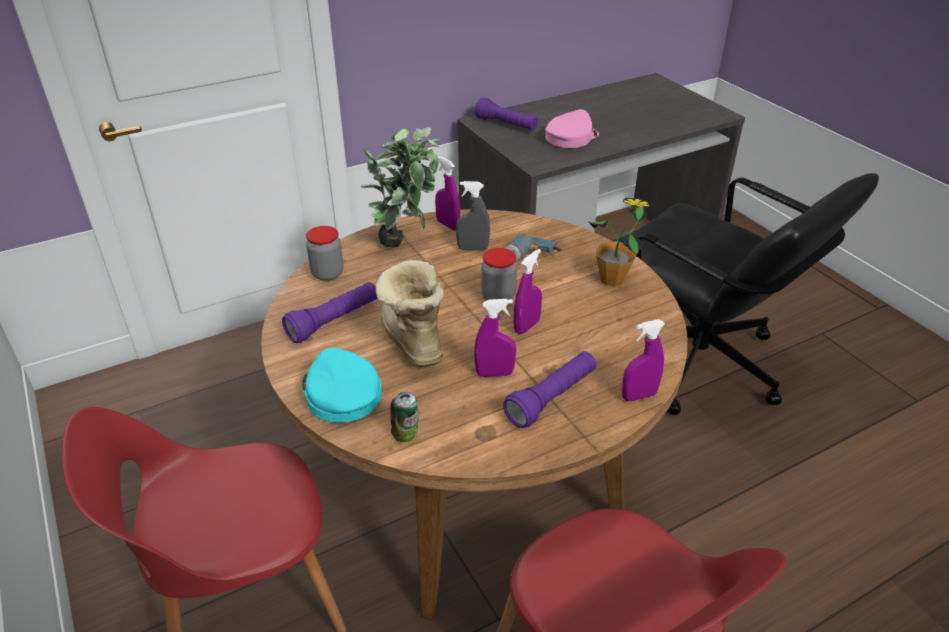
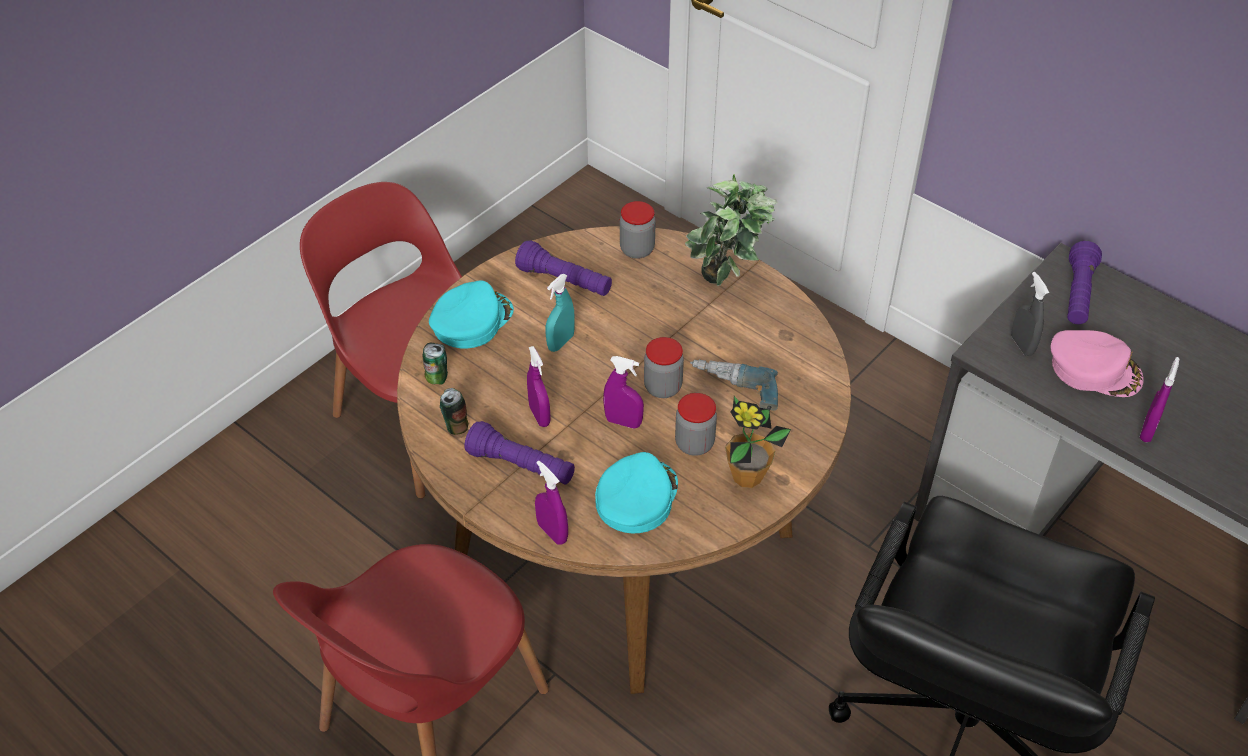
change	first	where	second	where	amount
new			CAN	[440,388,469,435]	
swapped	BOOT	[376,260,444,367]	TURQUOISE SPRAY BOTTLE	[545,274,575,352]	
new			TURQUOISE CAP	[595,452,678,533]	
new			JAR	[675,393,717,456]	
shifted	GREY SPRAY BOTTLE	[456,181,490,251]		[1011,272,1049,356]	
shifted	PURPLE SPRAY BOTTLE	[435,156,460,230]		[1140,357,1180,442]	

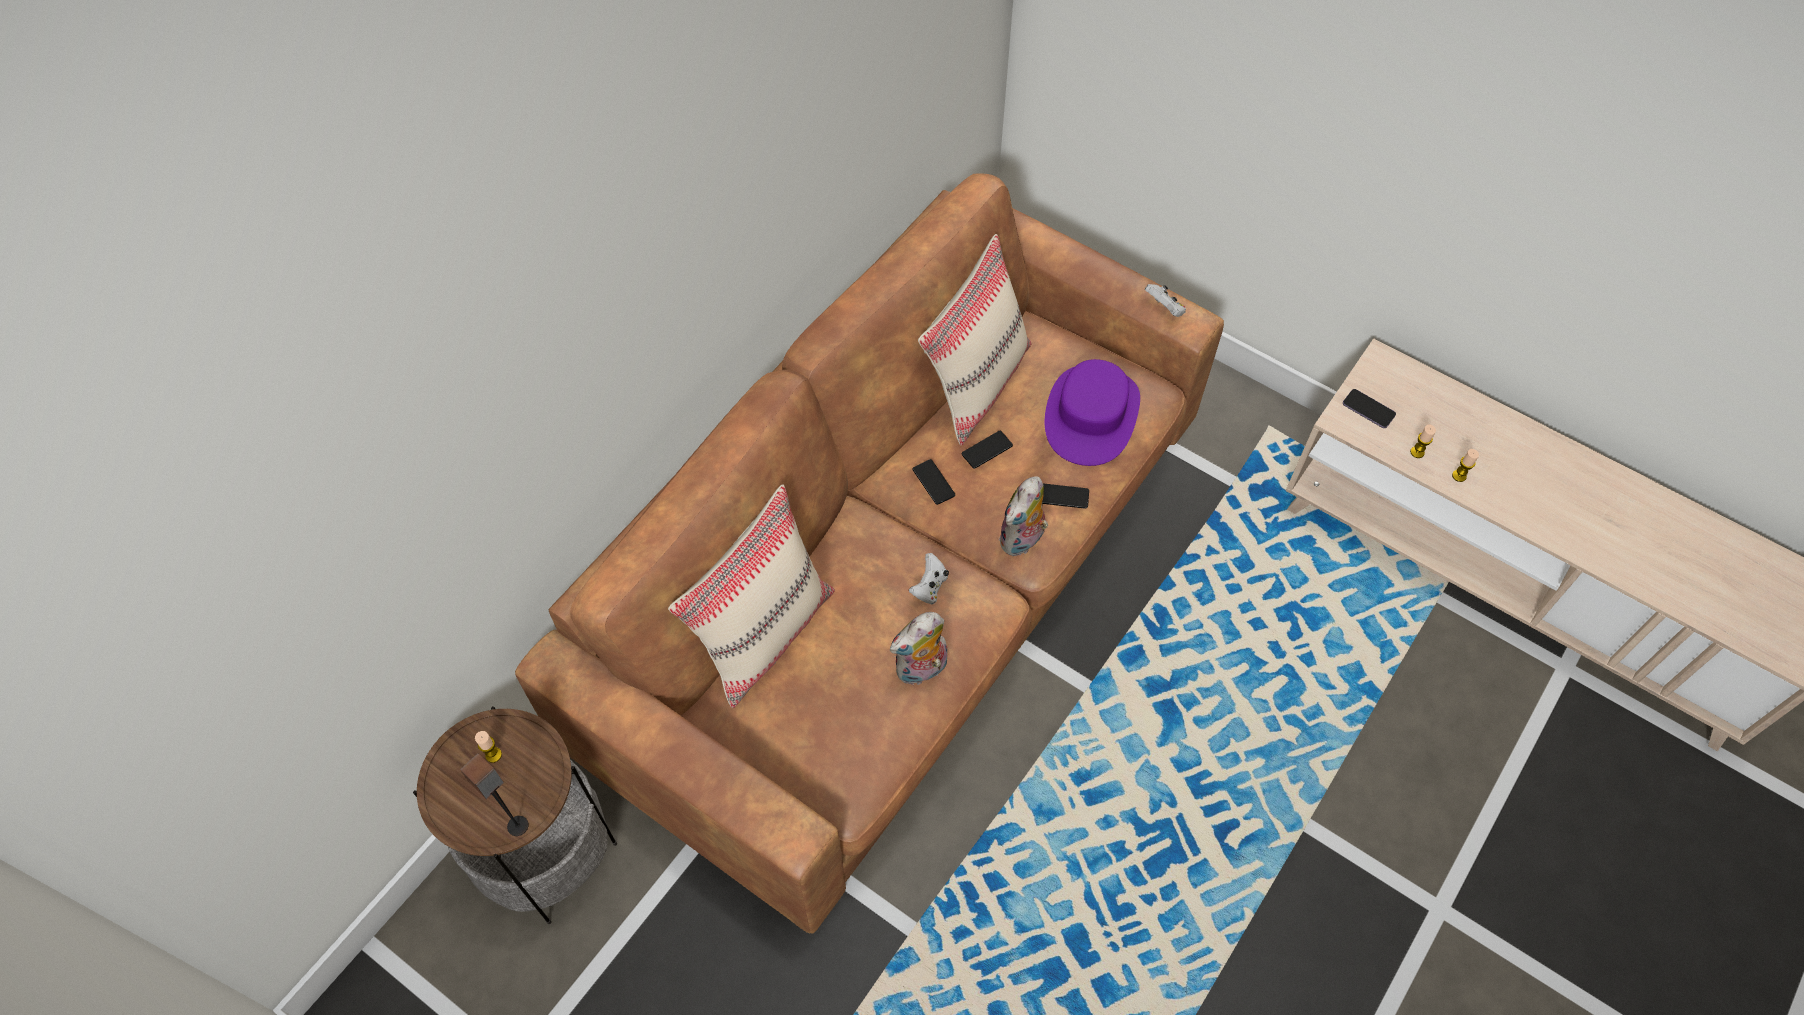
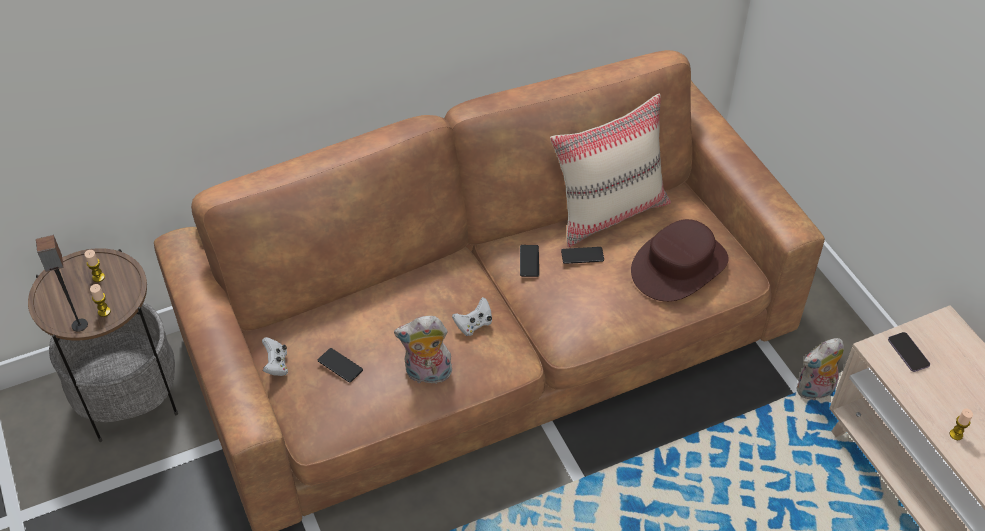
change	first	where	second	where	amount
shifted	CANDLE	[1410,425,1436,458]		[90,284,111,317]	
shifted	WHITE GAME CONTROLLER	[1145,284,1186,317]		[262,337,288,376]	
shifted	PHONE	[1043,483,1089,509]		[318,348,363,383]	
repainted	PURPLE HAT	[1045,359,1140,466]	BROWN HAT	[631,219,729,302]	
shifted	PLUSH TOY	[999,476,1048,556]		[797,338,844,400]	
gone	BEIGE PILLOW	[668,484,835,708]			

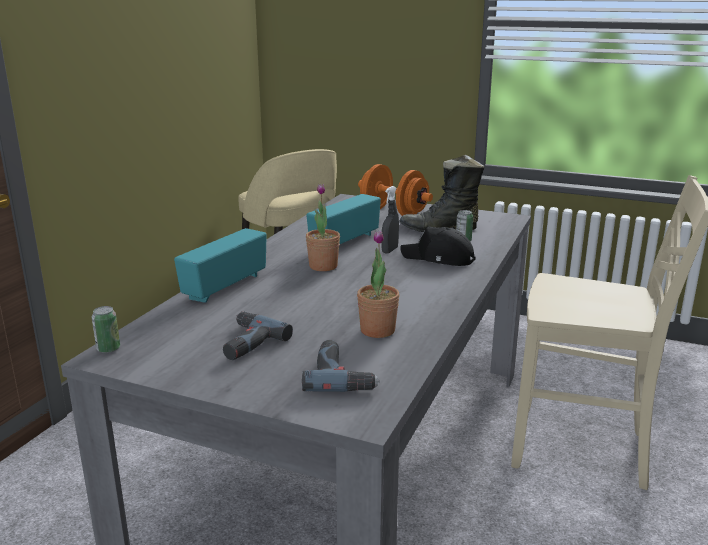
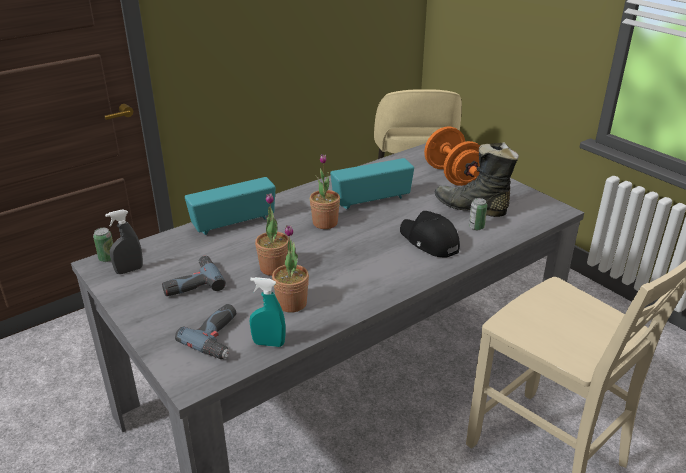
change	first	where	second	where	amount
shifted	GREY SPRAY BOTTLE	[381,186,399,254]		[105,209,143,274]	
new			TURQUOISE SPRAY BOTTLE	[250,277,286,347]	
new			POTTED PLANT	[255,193,289,276]	

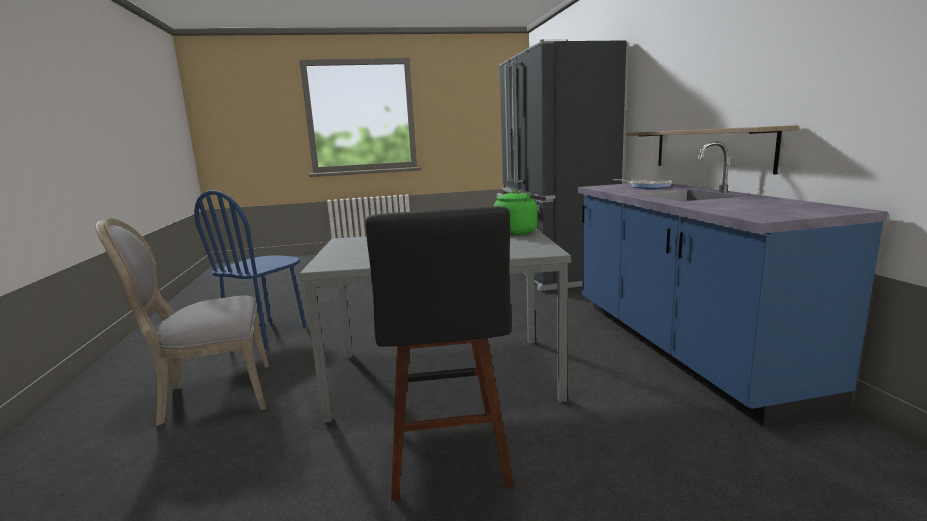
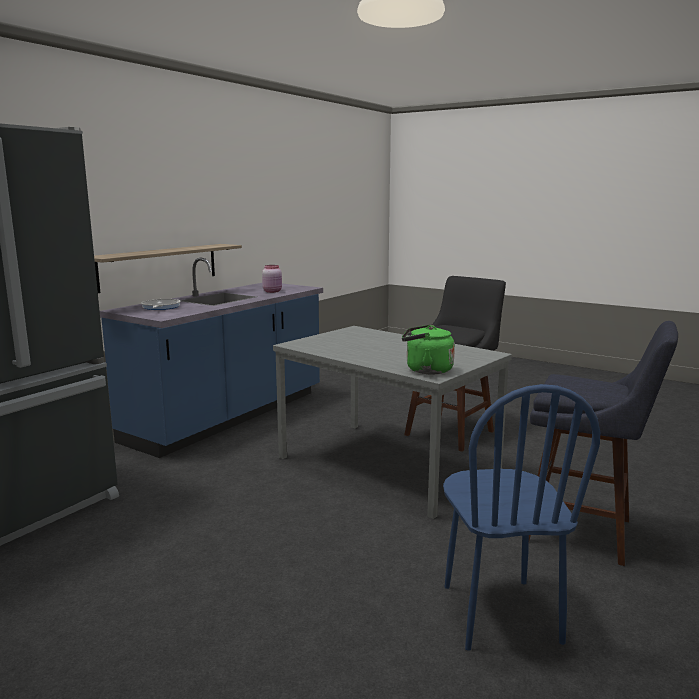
change	first	where	second	where	amount
new			PINK JAR	[262,265,282,293]	
shifted	GREEN KETTLE	[493,190,546,235]		[402,324,455,374]	
rotated	BLUE CHAIR	[194,190,306,349]		[443,384,600,651]	105 degrees clockwise
swapped	GREY CHAIR	[95,218,269,426]	BLUE STOOL	[529,321,678,566]	

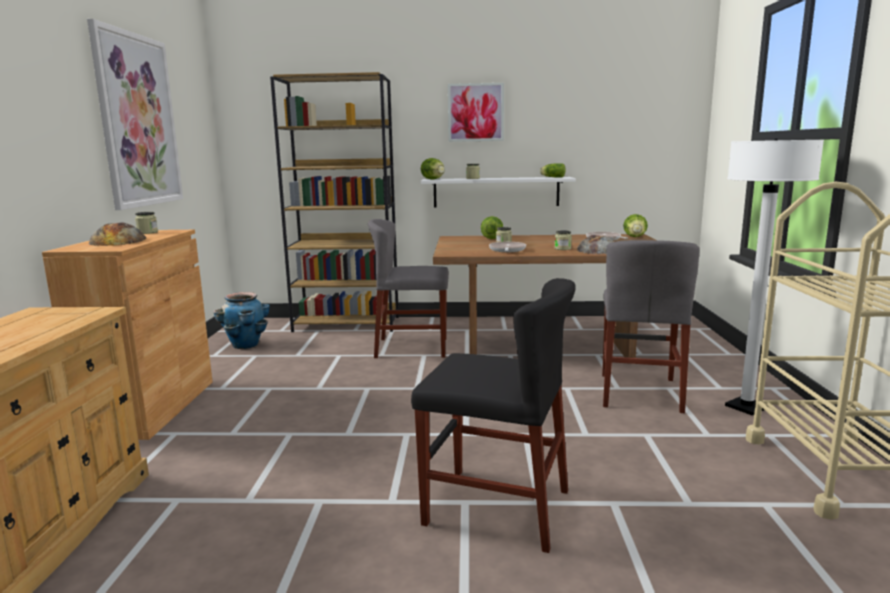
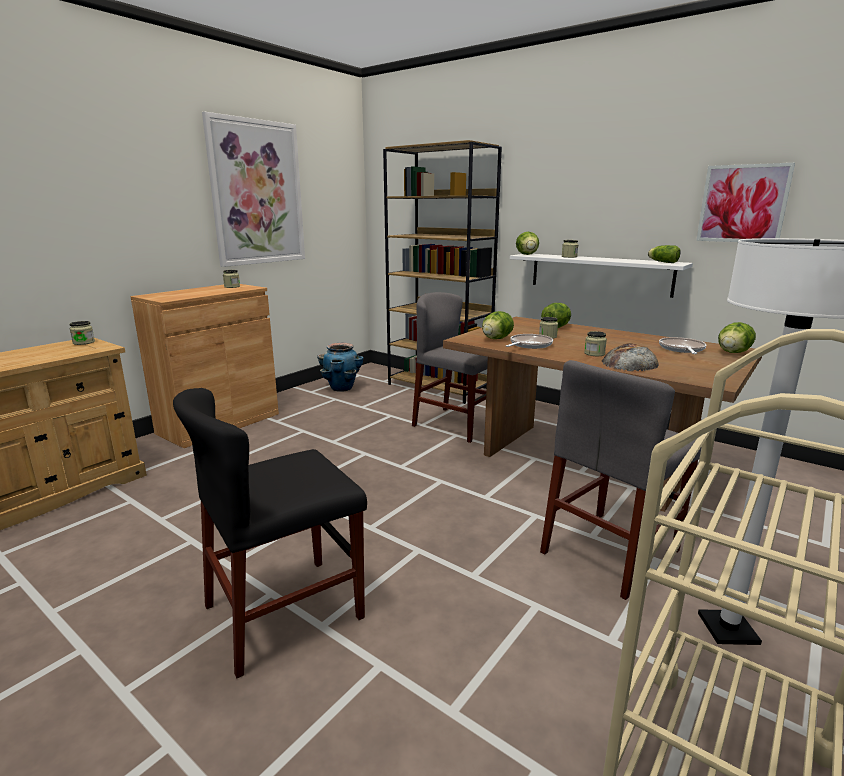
change	first	where	second	where	amount
new			JAR	[70,321,95,345]	
rotated	BLACK CHAIR	[411,278,576,553]		[173,388,367,678]	90 degrees clockwise
new			LETTUCE	[482,311,514,339]	
shifted	PICTURE	[448,83,504,142]		[696,163,795,242]	
gone	BREAD	[89,222,146,246]			

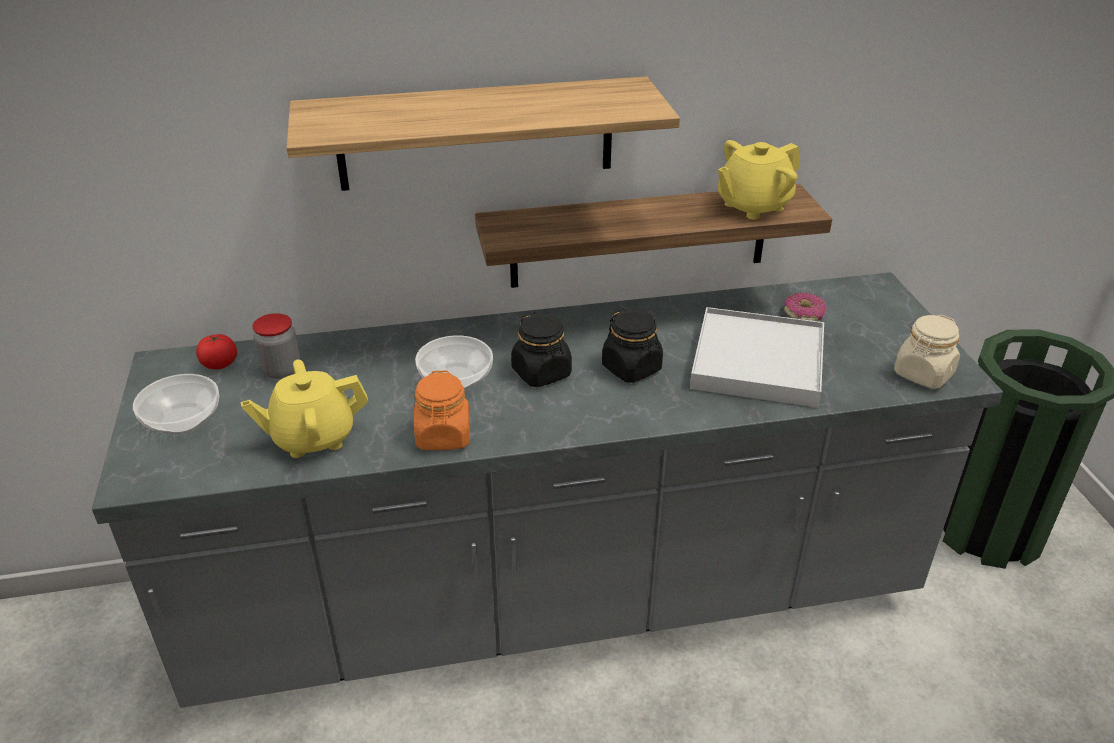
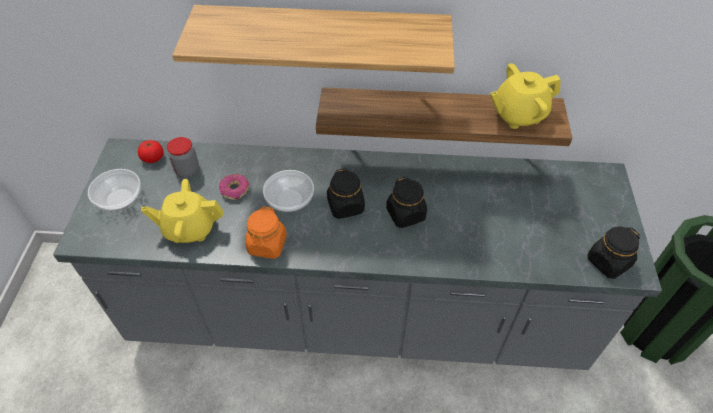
change	first	where	second	where	amount
shifted	DONUT	[784,293,827,321]		[219,174,250,200]	
repainted	BEIGE JAR	[894,315,960,389]	BLACK JAR	[588,227,640,279]	
gone	WHITE TRAY	[690,307,824,408]			

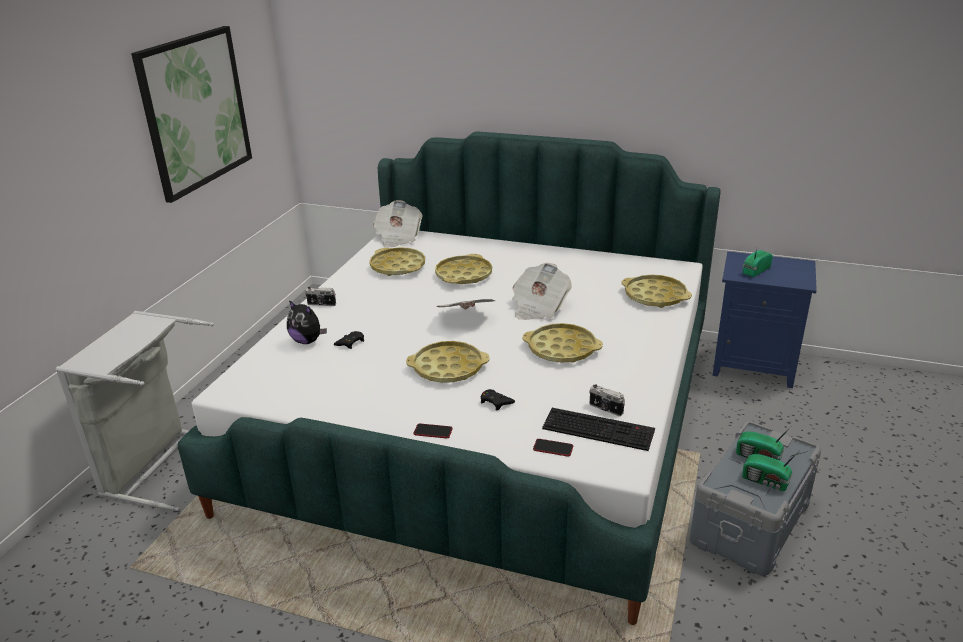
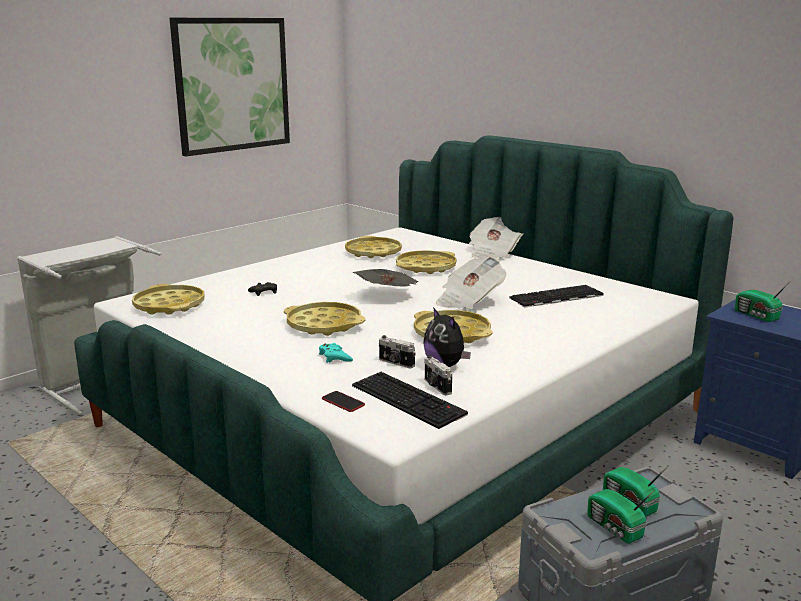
change	first	where	second	where	amount
shifted	YELLOW TRAY	[621,275,692,308]		[132,284,205,315]	
repainted	BLACK GAME CONTROLLER	[480,389,515,410]	TURQUOISE GAME CONTROLLER	[319,343,353,363]	
shifted	PHOTO CAMERA	[305,287,336,306]		[379,335,416,368]	
shifted	PLUSH TOY	[287,300,327,344]		[423,307,471,367]	
shifted	NEWSPAPER	[373,200,423,248]		[469,217,523,259]	
new			KEYBOARD	[509,285,603,307]	
rotated	RADIO	[742,248,773,277]		[735,280,791,322]	105 degrees counterclockwise
gone	PHONE	[414,423,453,438]			

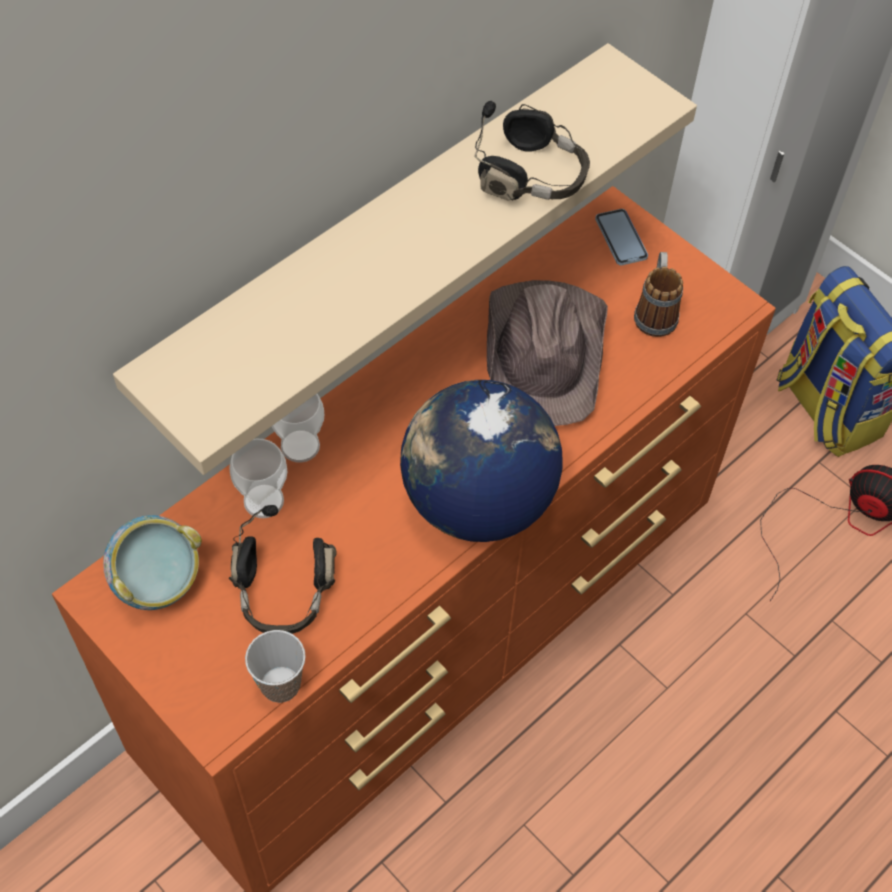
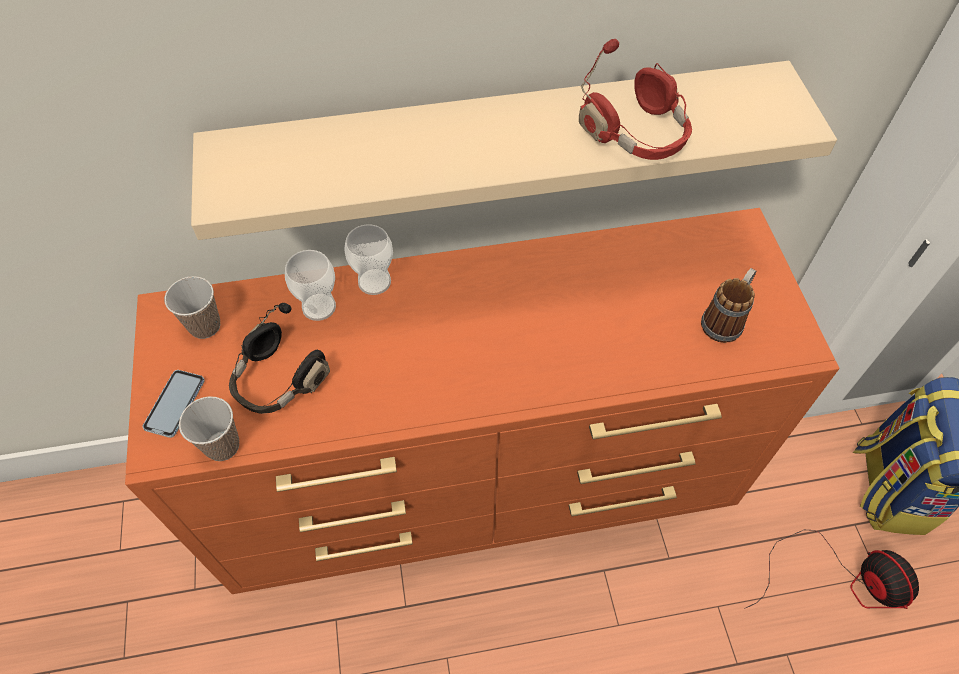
change	first	where	second	where	amount
shifted	PHONE	[595,209,648,265]		[143,370,205,438]	
swapped	BOWL	[103,515,202,610]	CUP	[164,276,220,339]	
repainted	BLACK HEADPHONES	[474,101,590,201]	RED HEADPHONES	[579,39,692,160]	
gone	GLOBE	[400,380,563,542]			
gone	BROWN HAT	[487,280,608,426]			

